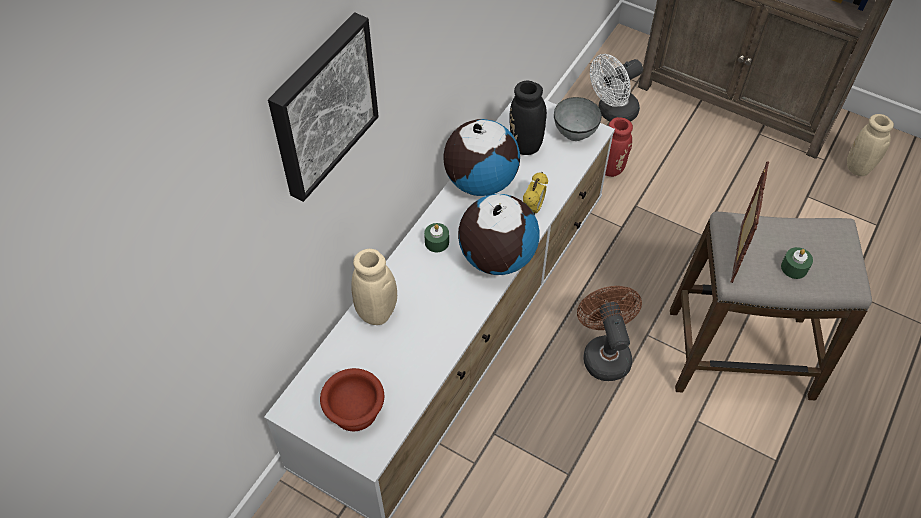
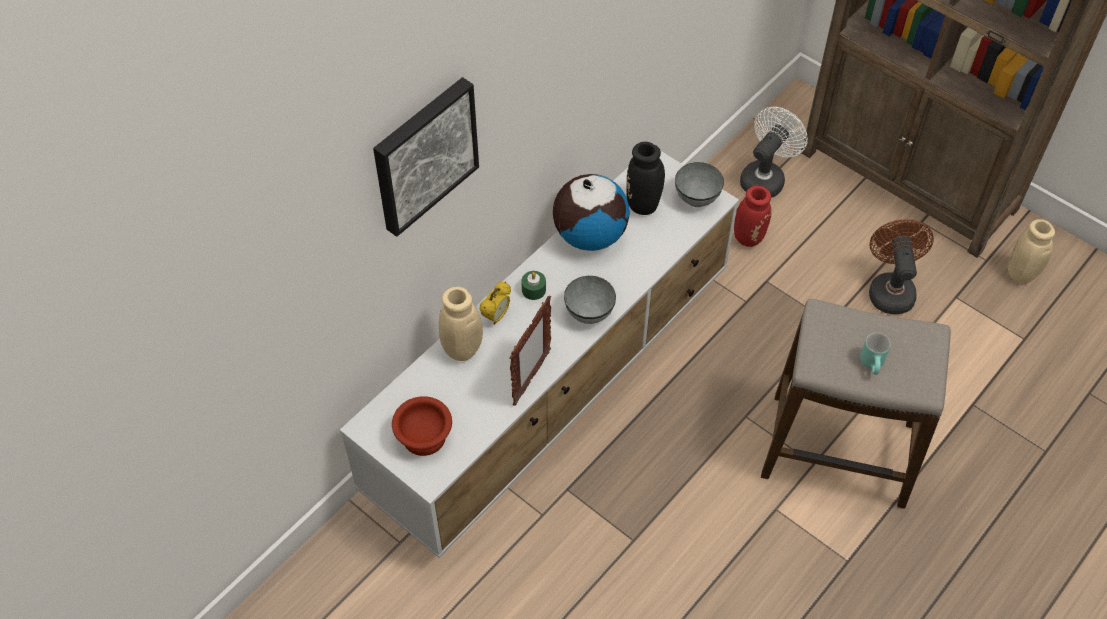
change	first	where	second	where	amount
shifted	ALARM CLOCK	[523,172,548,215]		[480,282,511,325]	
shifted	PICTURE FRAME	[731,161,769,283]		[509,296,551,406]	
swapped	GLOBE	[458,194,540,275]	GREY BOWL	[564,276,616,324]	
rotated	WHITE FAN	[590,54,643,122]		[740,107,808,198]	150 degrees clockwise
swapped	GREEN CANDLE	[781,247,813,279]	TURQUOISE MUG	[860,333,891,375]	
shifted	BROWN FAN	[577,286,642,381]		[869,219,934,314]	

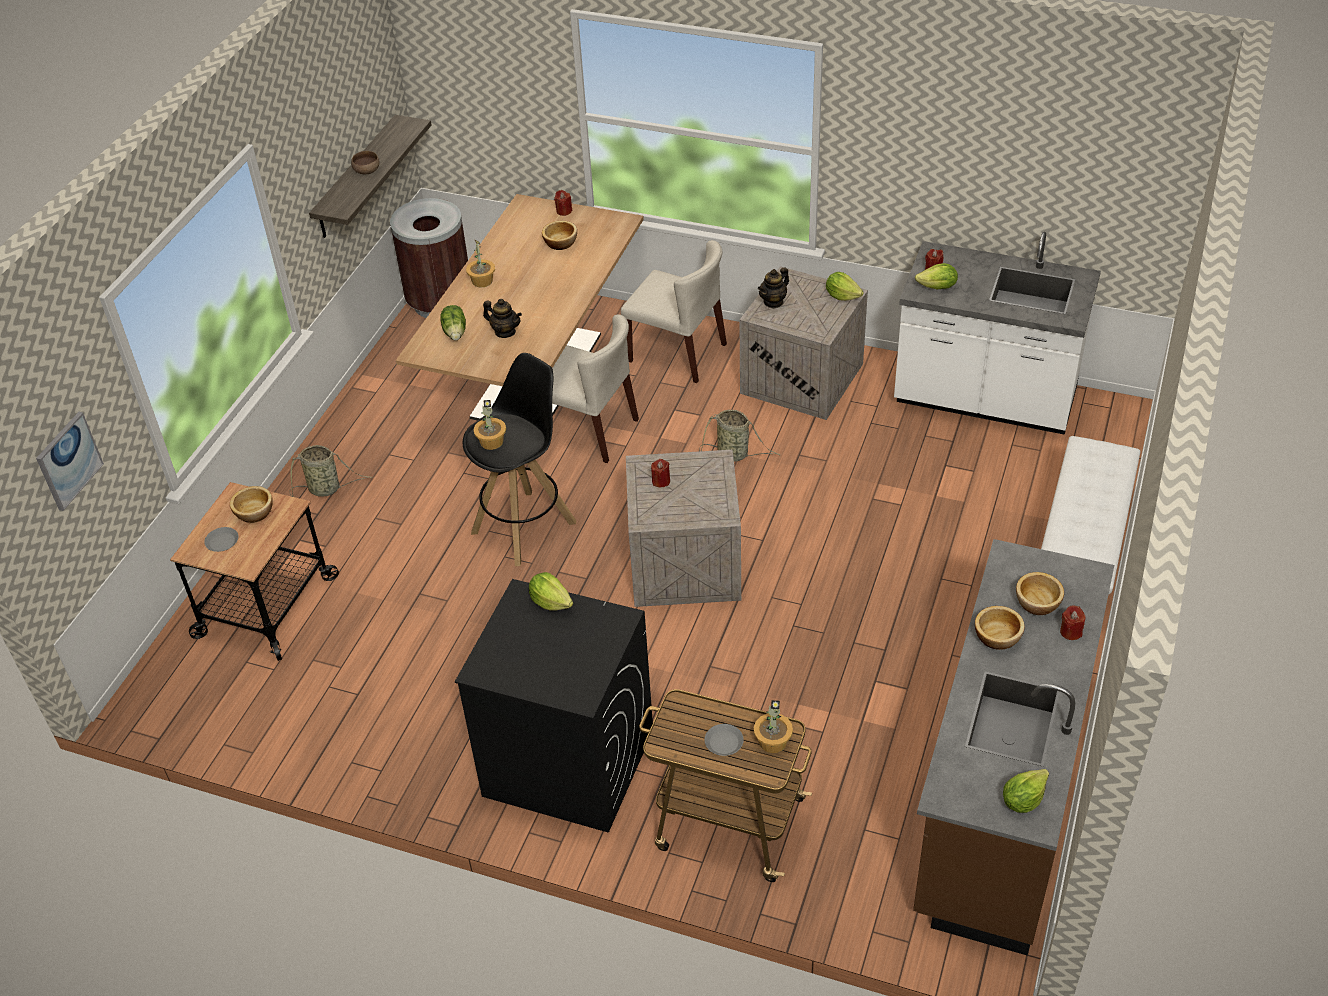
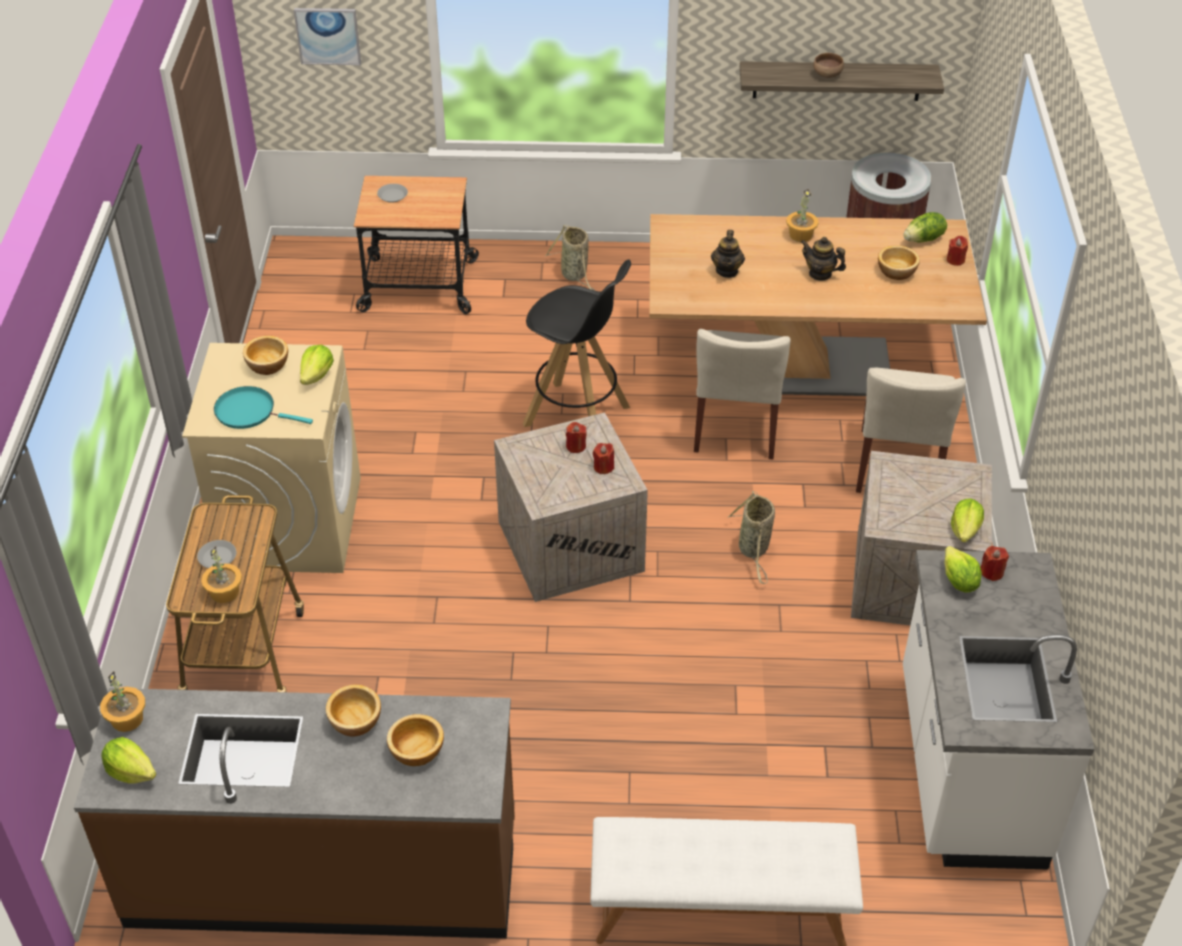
change	first	where	second	where	amount
shifted	POTTED PLANT	[473,400,506,450]		[100,671,145,732]	
repainted	BLACK WASHING MACHINE	[455,579,653,833]	BEIGE WASHING MACHINE	[182,343,361,573]	
new			TURQUOISE FRYING PAN	[214,386,313,429]	
shifted	BOWL	[230,486,273,523]		[243,336,288,375]	
shifted	RED CANDLE	[1060,605,1085,640]		[593,443,614,474]	
shifted	TEAPOT	[758,267,789,308]		[801,237,846,281]	
shifted	LETTUCE	[440,305,466,340]		[903,212,947,243]	

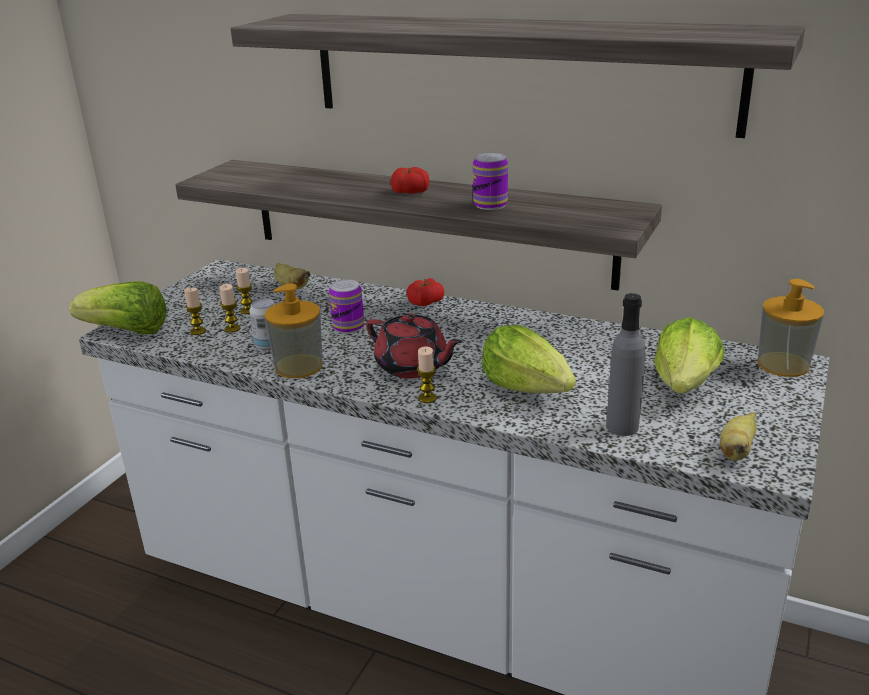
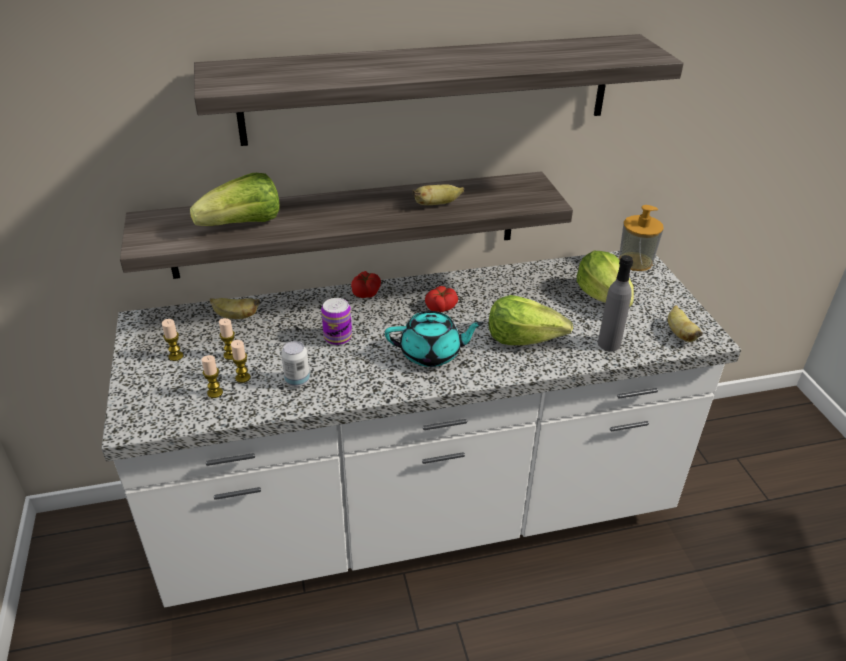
change	first	where	second	where	amount
shifted	CANDLE	[417,347,437,403]		[162,319,183,361]	
shifted	LETTUCE	[69,281,167,335]		[190,173,280,226]	
repainted	RED TEAPOT	[366,313,463,378]	TURQUOISE TEAPOT	[385,311,484,367]	
swapped	CAN	[473,153,508,210]	BANANA	[412,184,464,205]	
shifted	TOMATO	[391,167,429,194]		[425,286,458,312]	
gone	SOAP DISPENSER	[264,283,323,378]			

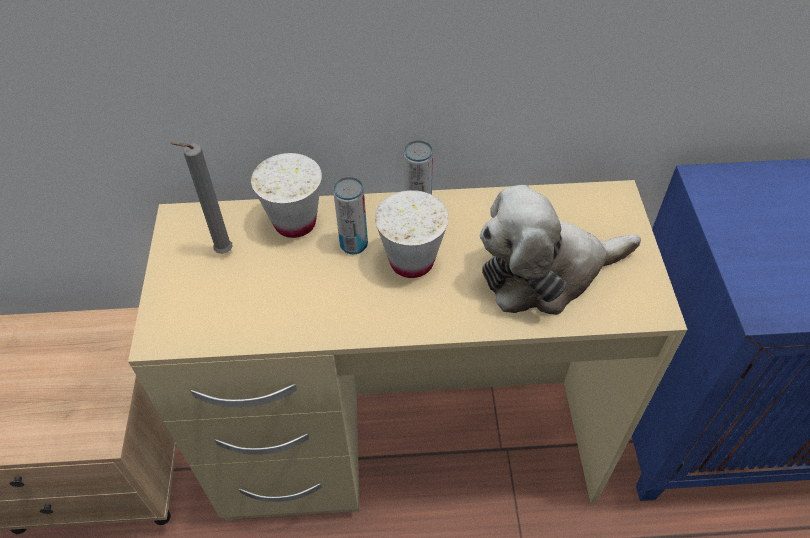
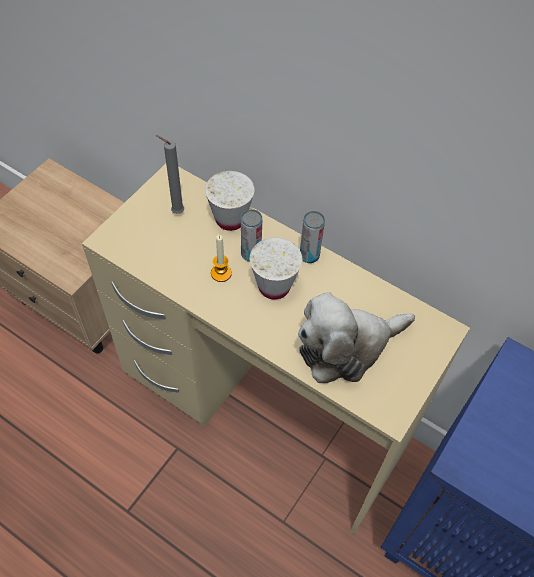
change	first	where	second	where	amount
new			CANDLE	[211,235,232,282]	
rotated	PLUSH TOY	[480,185,641,315]		[298,292,415,383]	45 degrees counterclockwise

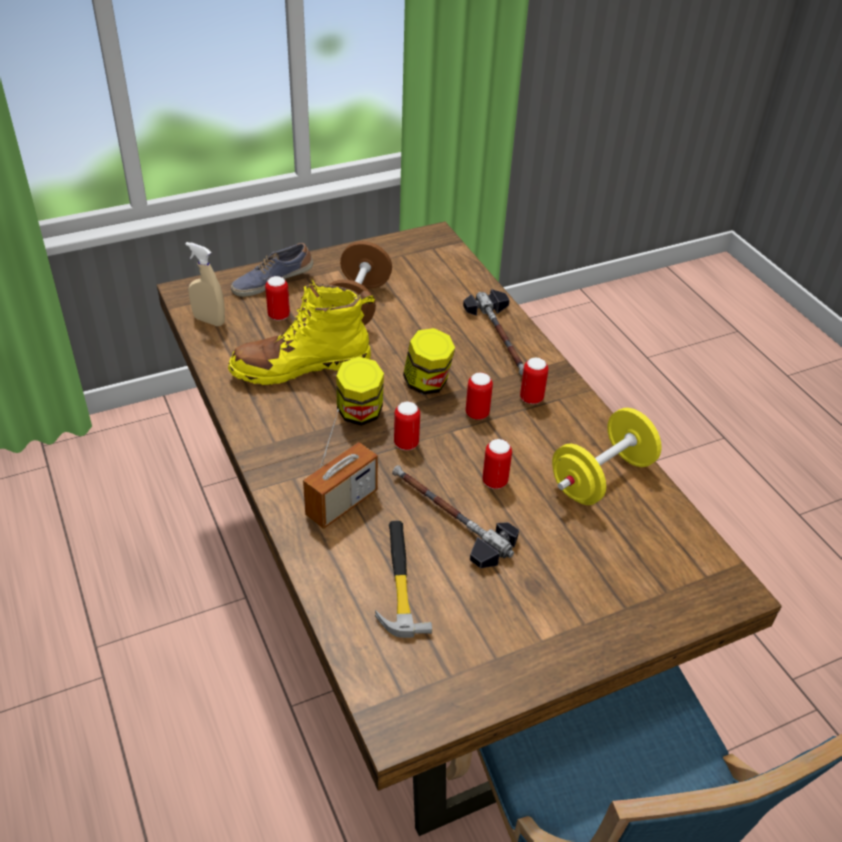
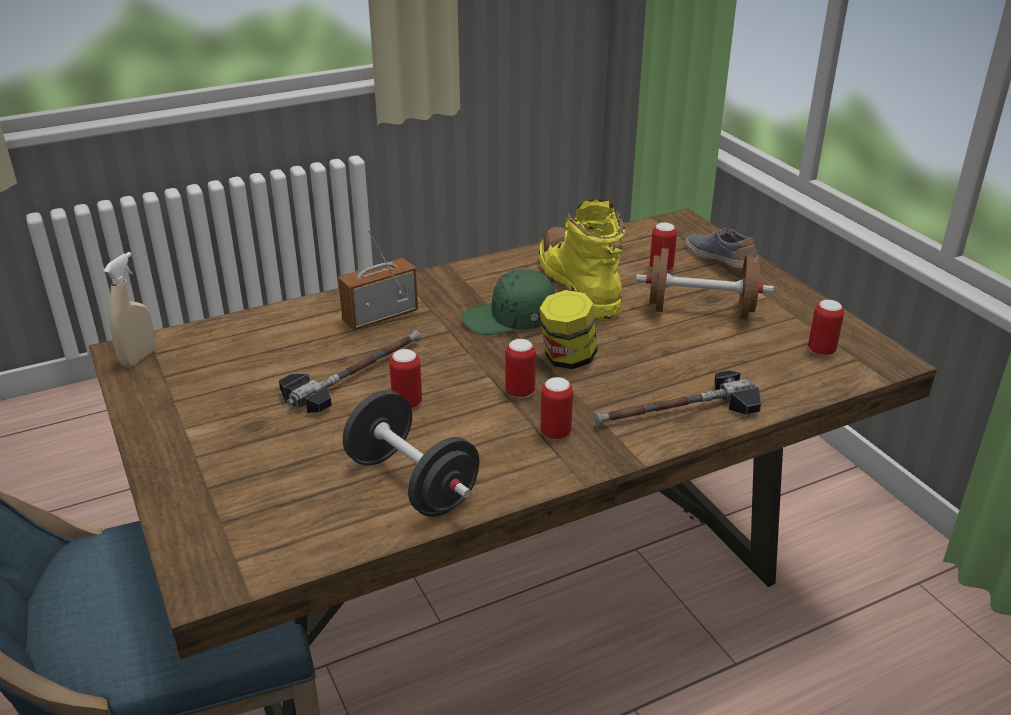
change	first	where	second	where	amount
shifted	BEIGE SPRAY BOTTLE	[186,242,225,326]		[104,252,155,368]	
rotated	RADIO	[303,409,378,529]		[338,229,418,330]	105 degrees clockwise
repainted	YELLOW DUMBBELL	[552,408,662,505]	BLACK DUMBBELL	[343,390,479,517]	
swapped	JAR	[336,356,384,426]	GREEN CAP	[461,269,555,335]	
shifted	CAN	[394,401,420,451]		[808,300,844,356]	
gone	HAMMER	[375,520,432,638]			

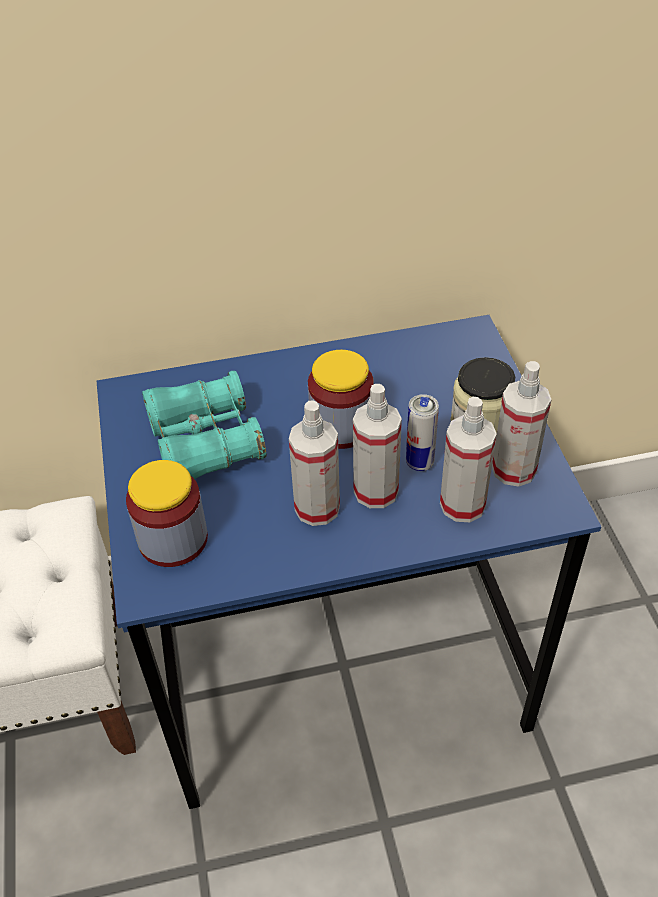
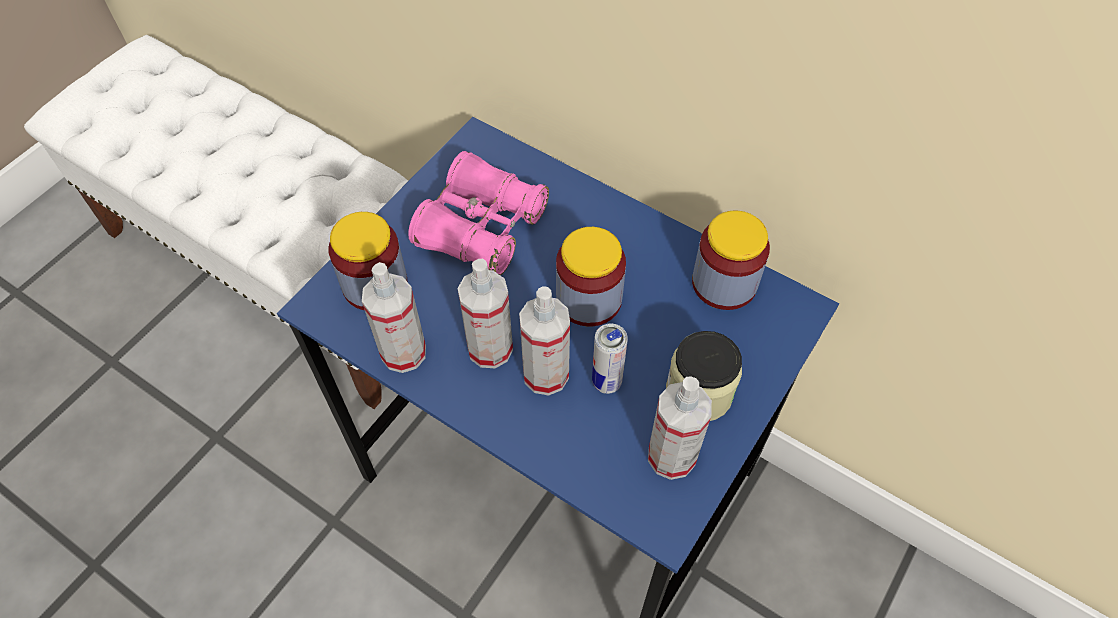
change	first	where	second	where	amount
shifted	SPRAY BOTTLE	[440,397,497,522]		[362,262,426,373]	
repainted	TURQUOISE BINOCULARS	[142,371,266,479]	PINK BINOCULARS	[408,151,549,276]	
new			JAR	[692,210,770,310]	

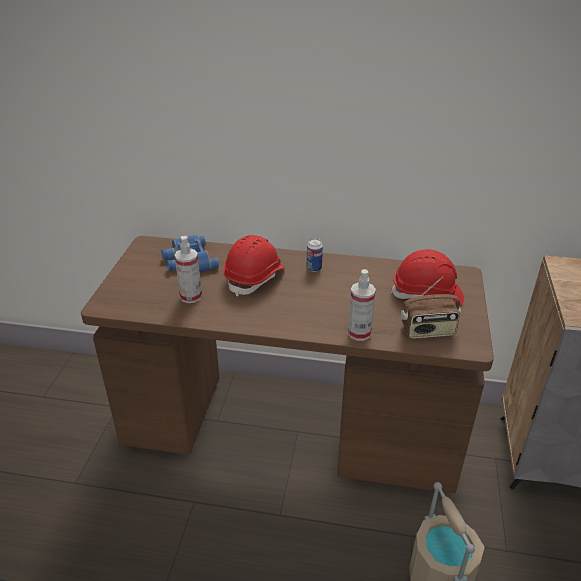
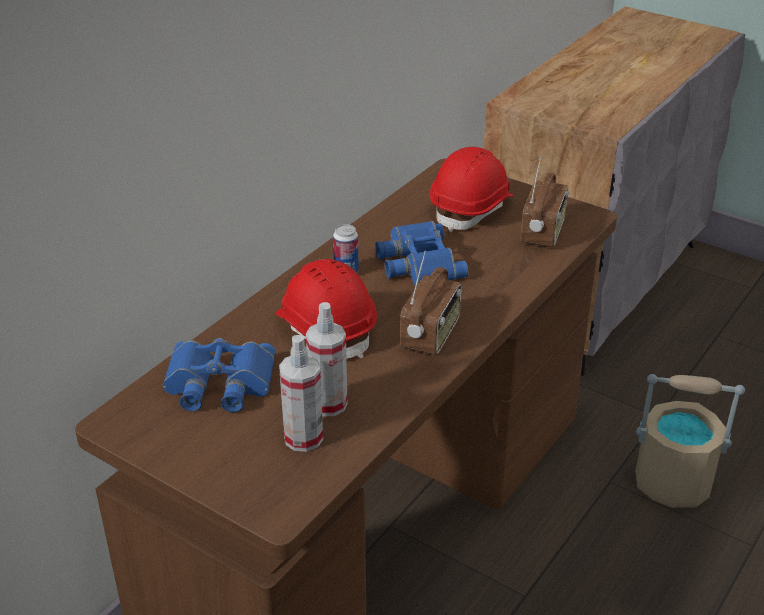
change	first	where	second	where	amount
shifted	SPRAY BOTTLE	[348,269,376,341]		[279,335,323,452]	
new			BLUE BINOCULARS	[375,221,468,286]	
new			RADIO	[400,251,462,355]	

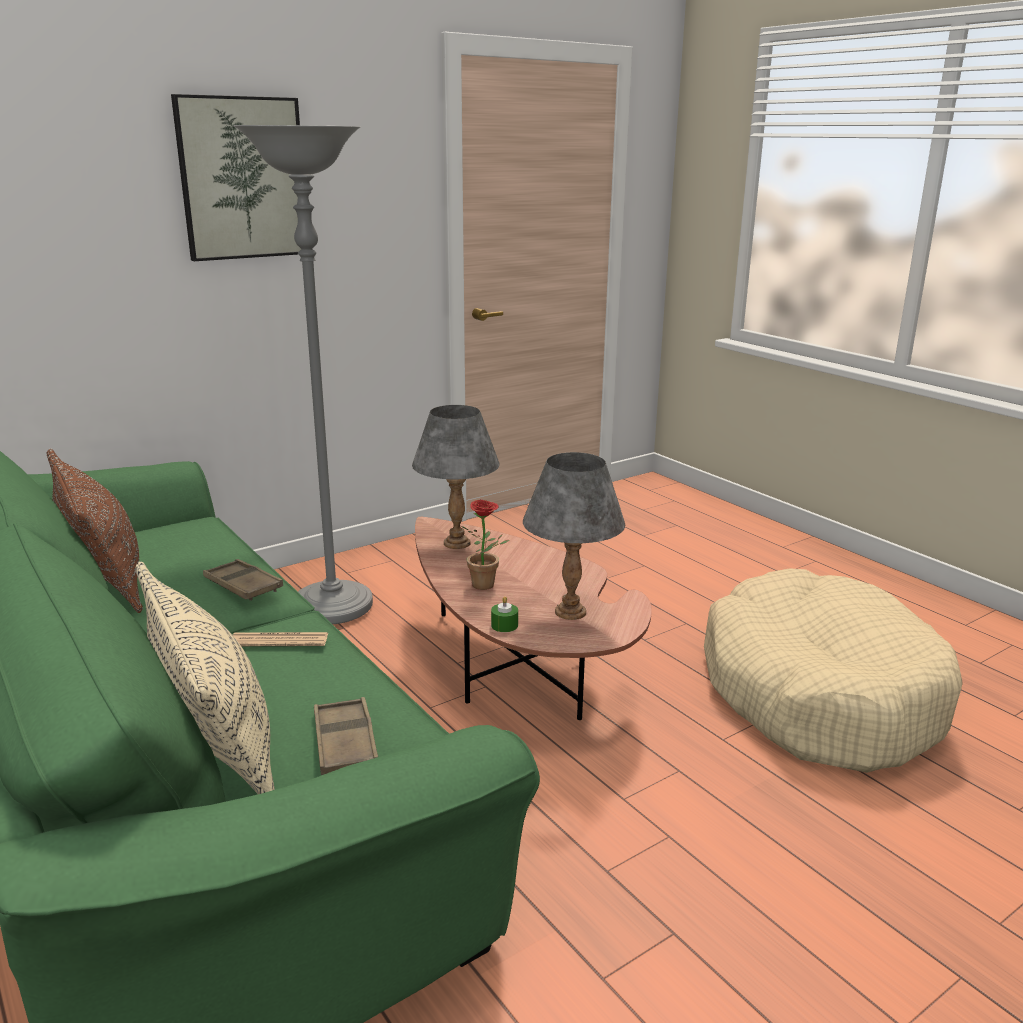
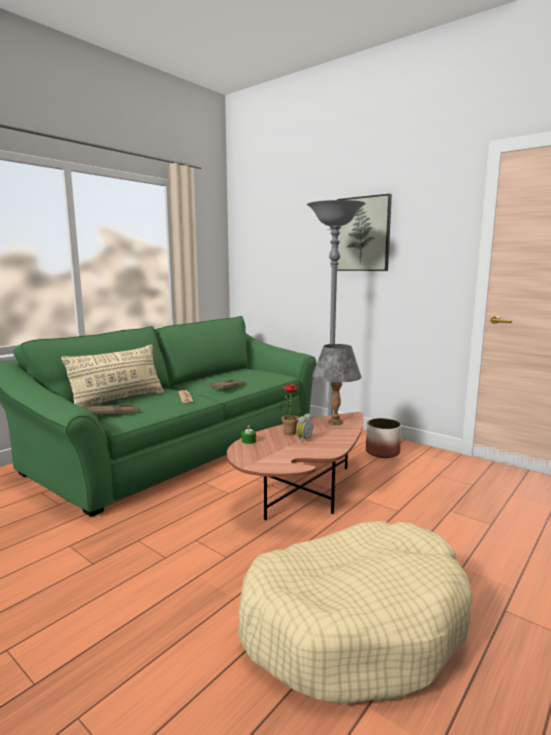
change	first	where	second	where	amount
new			ALARM CLOCK	[296,413,313,442]	
new			PLANTER	[366,418,401,458]	
gone	BROWN PILLOW	[47,449,143,613]			
gone	GREY TABLE LAMP	[523,452,625,620]			

